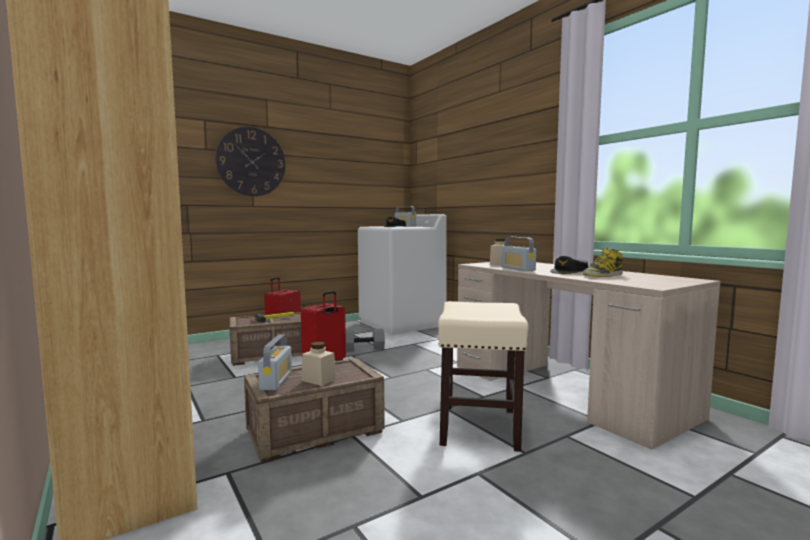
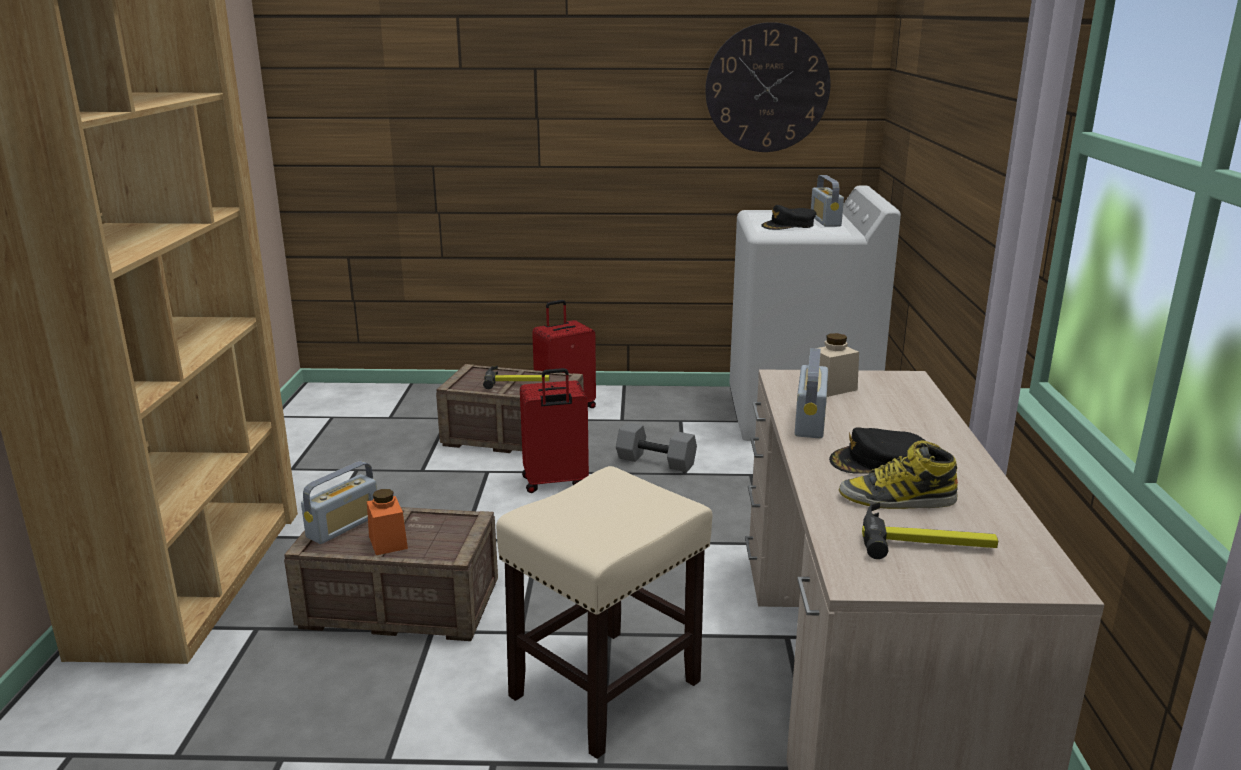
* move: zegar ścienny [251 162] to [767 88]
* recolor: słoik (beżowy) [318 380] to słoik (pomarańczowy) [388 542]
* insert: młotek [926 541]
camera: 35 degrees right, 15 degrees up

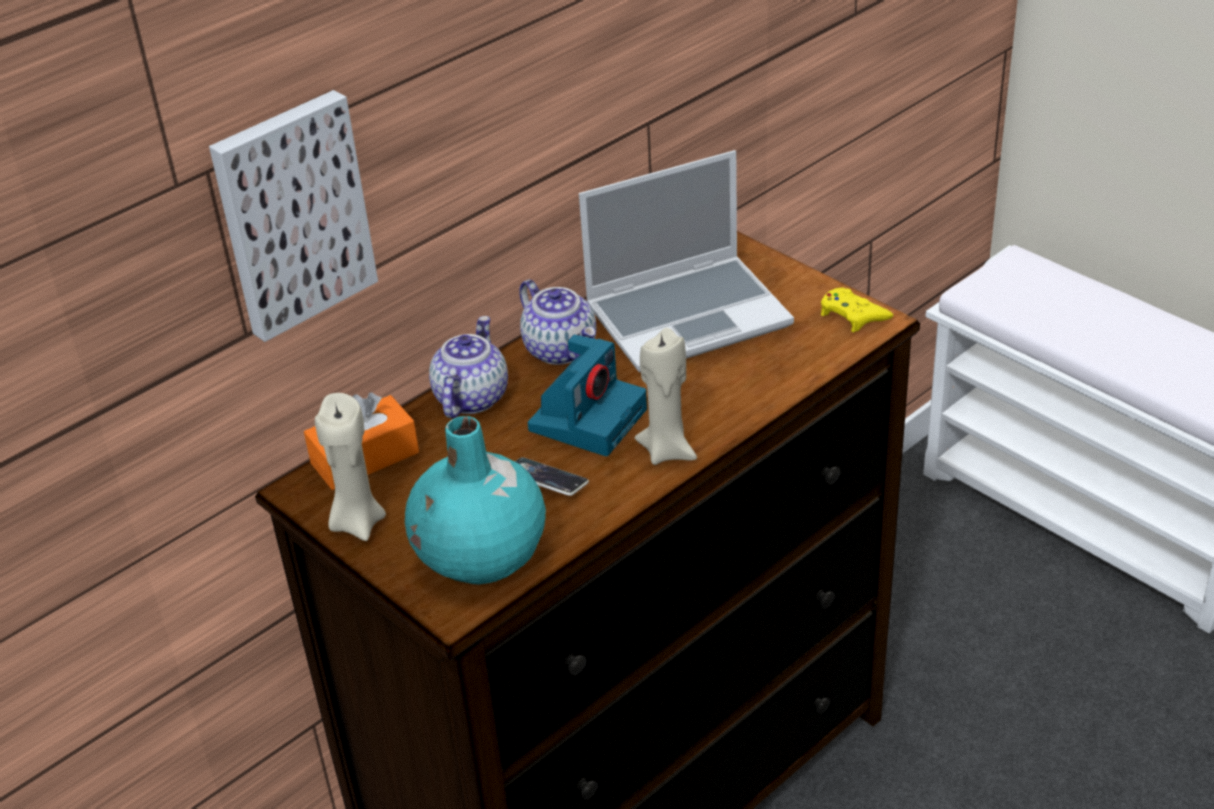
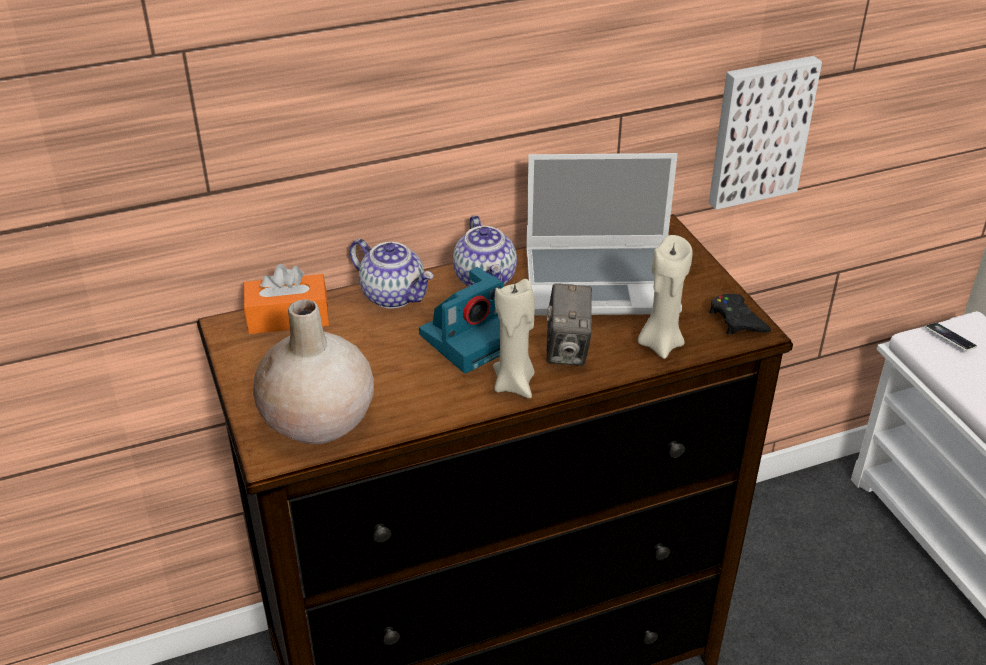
* move: obraz [291 213] to [759 131]
* move: świeca (beżowy) [357 523] to [660 344]
* recolor: wazon (turkusowy) [481 557] to wazon (beżowy) [318 421]
* rotate: imbryk [470 397] = [394 295] 90 degrees clockwise
* move: telefon [546 481] to [950 339]
* recolor: pad do gier (żółty) [852 315] to pad do gier (czarny) [737 320]
* insert: aparat fotograficzny [567 350]
camera: 20 degrees right, 0 degrees up

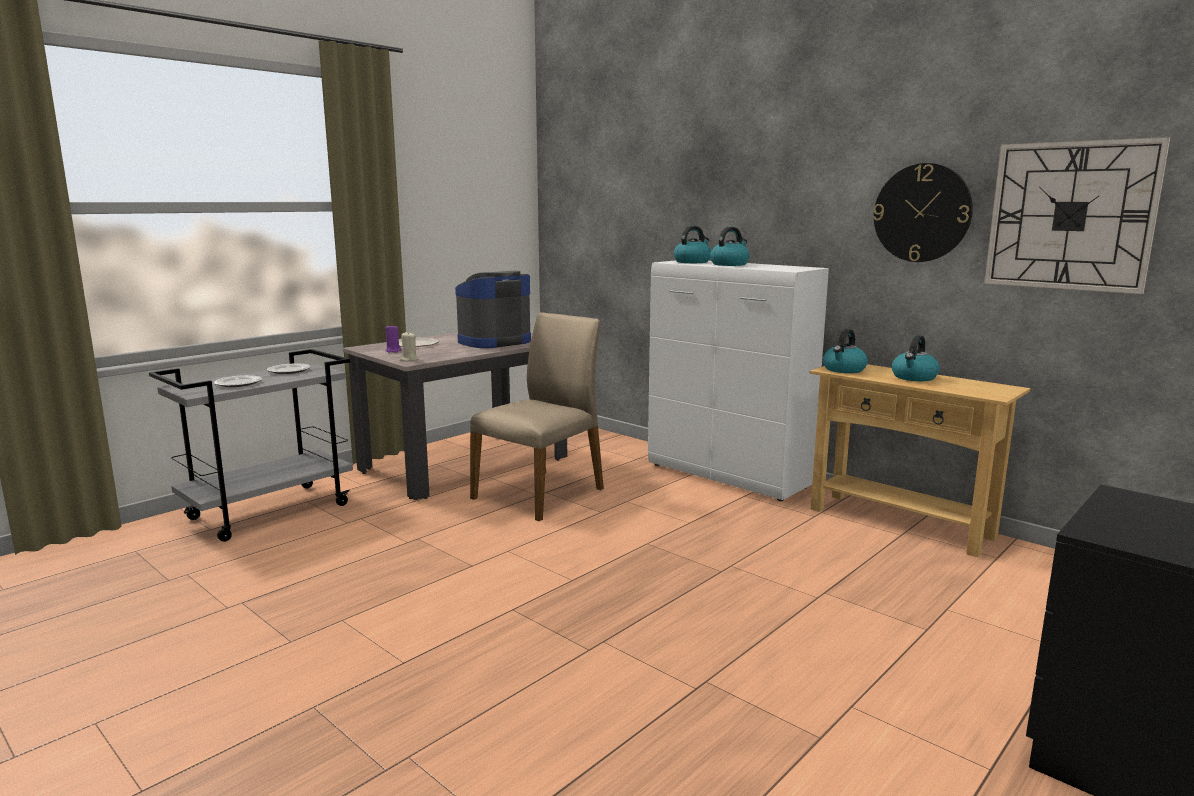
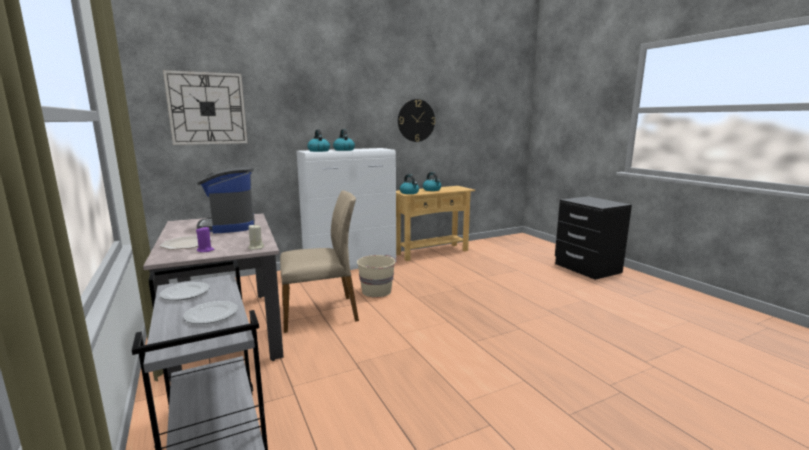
* rotate: krzesło (beżowy) [540 493] = [320 312] 105 degrees clockwise
* move: zegar ścienny [1070 216] to [207 108]
* insert: wiadro (beżowy) [377 291]
camera: 70 degrees left, 0 degrees up

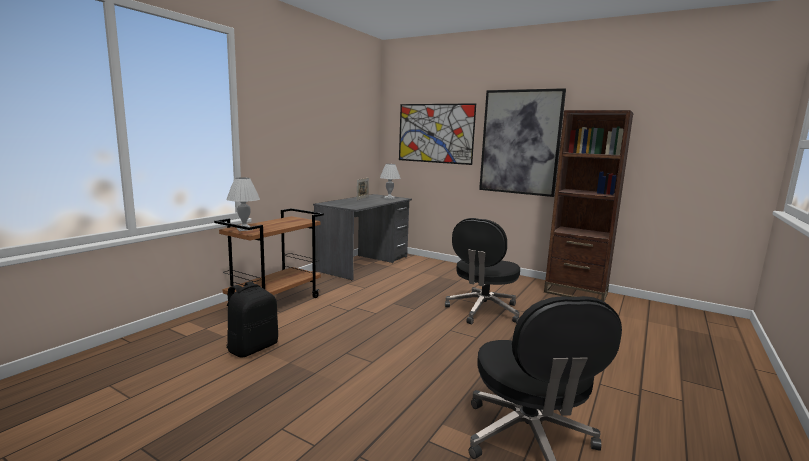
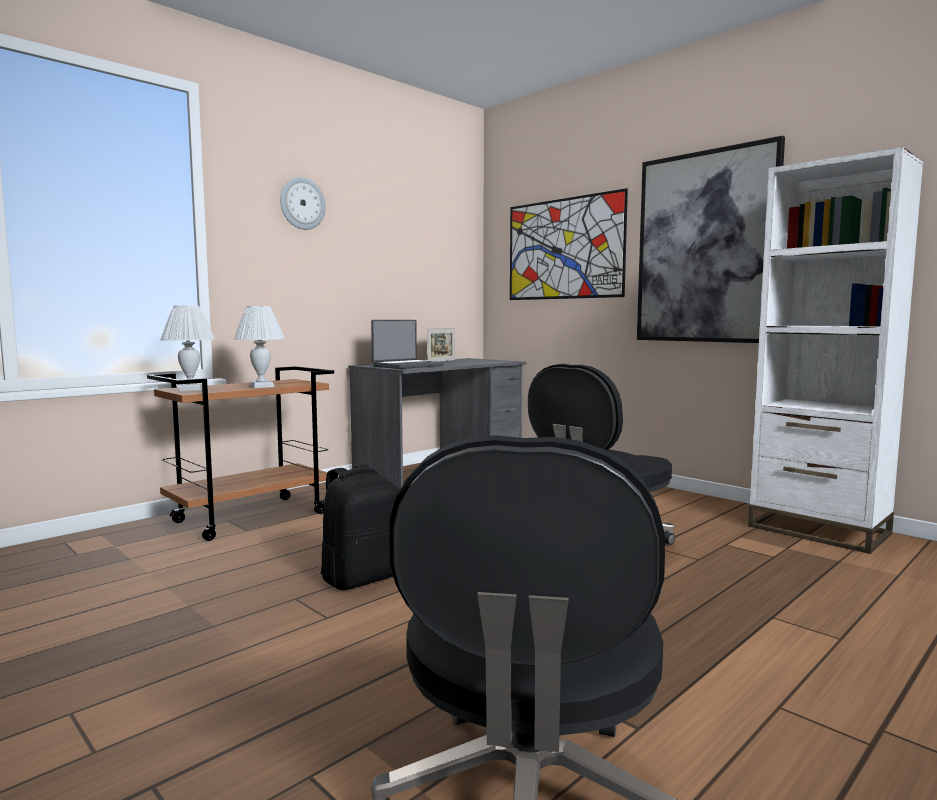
* move: plecak (czarny) [252 348] to [363 578]
* move: lampa stołowa (biały) [389 198] to [261 386]
* recolor: regał (brązowy) [576 292] to regał (biały) [818 530]
* insert: zegar ścienny [302 204]
* insert: laptop [407 366]
camera: 15 degrees right, 5 degrees down

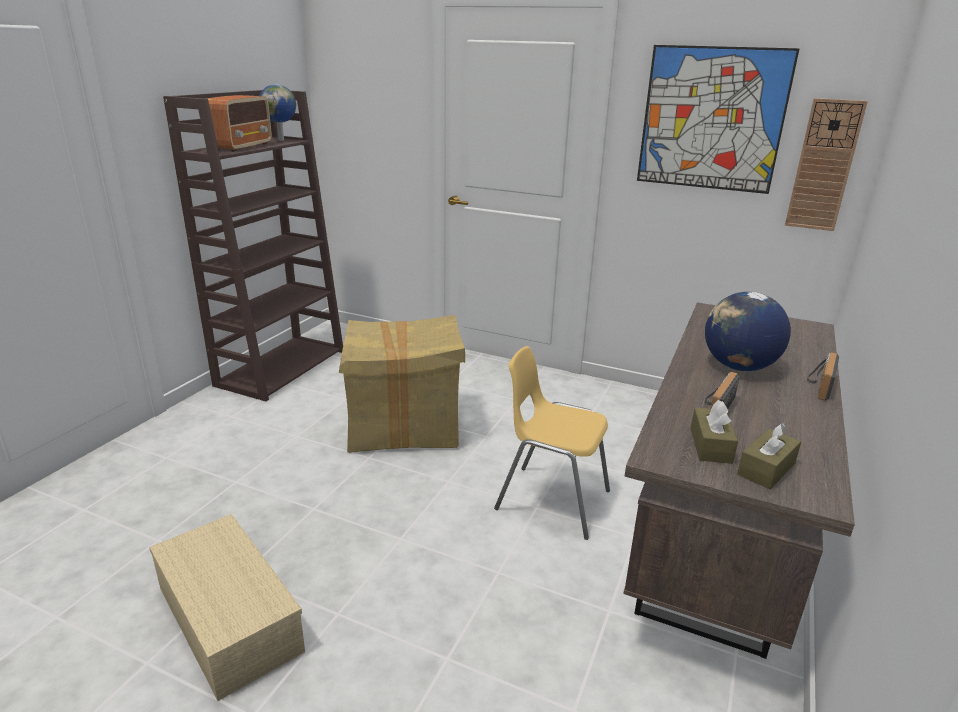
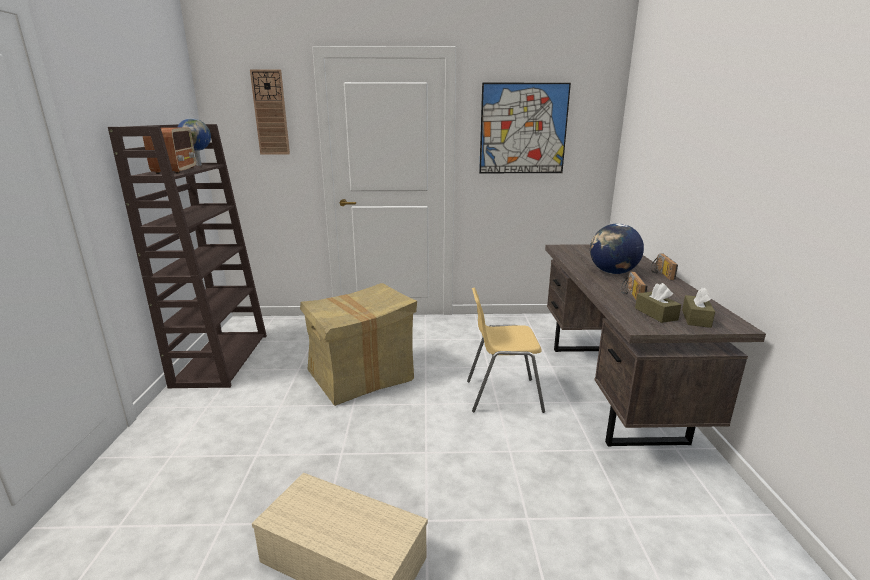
* move: zegar ścienny [823 166] to [270 113]
camera: 25 degrees left, 5 degrees down

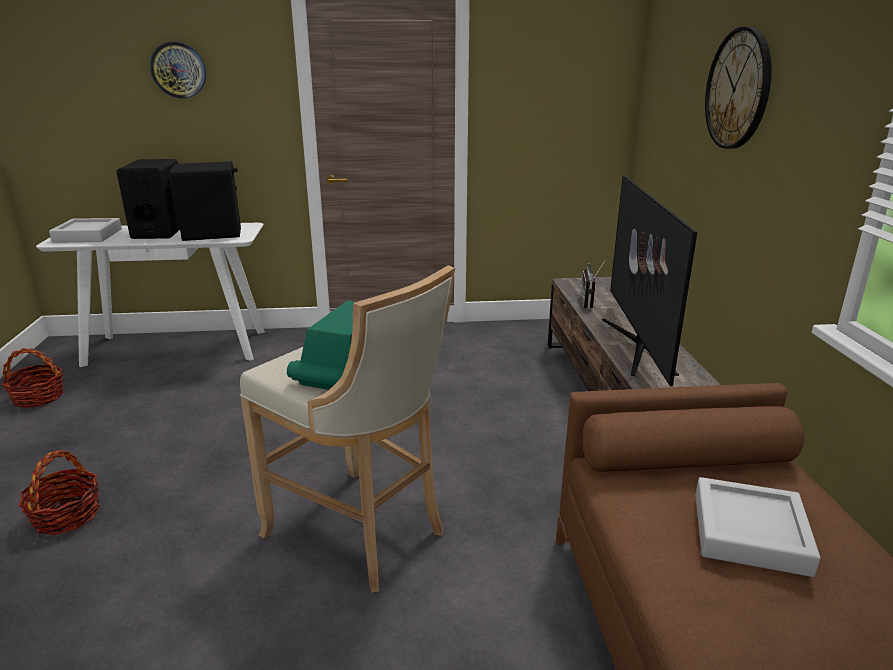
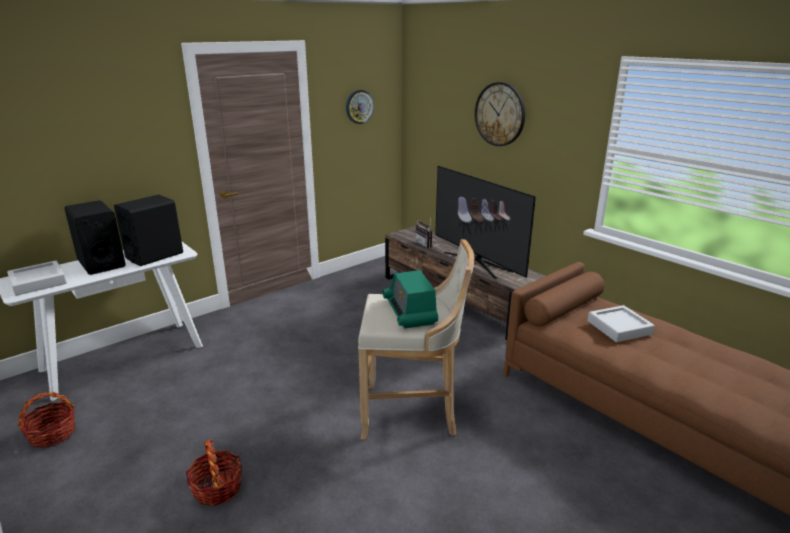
* move: zegar ścienny [178 70] to [359 106]
camera: 35 degrees left, 0 degrees up

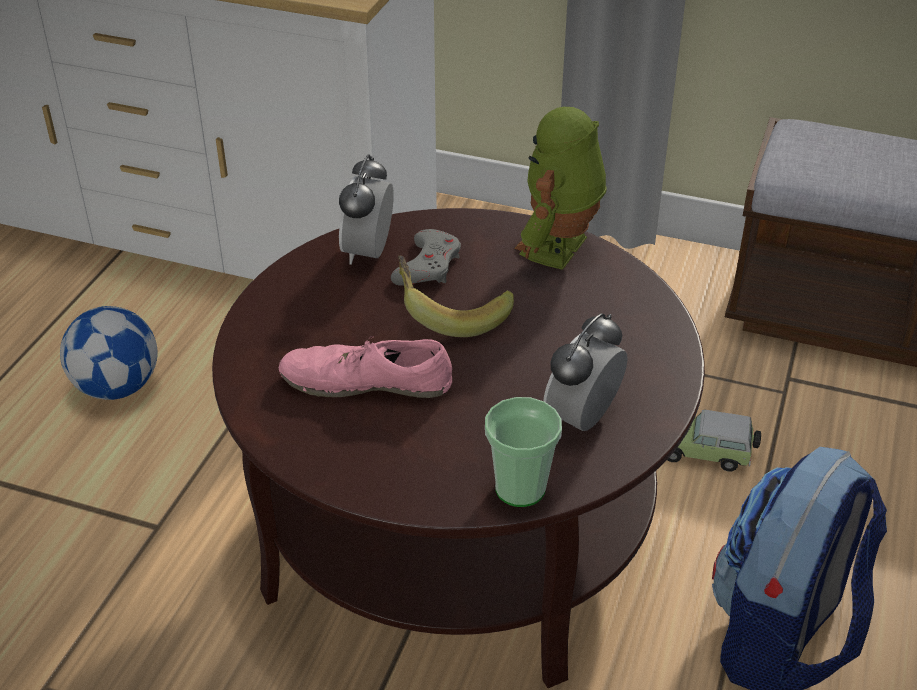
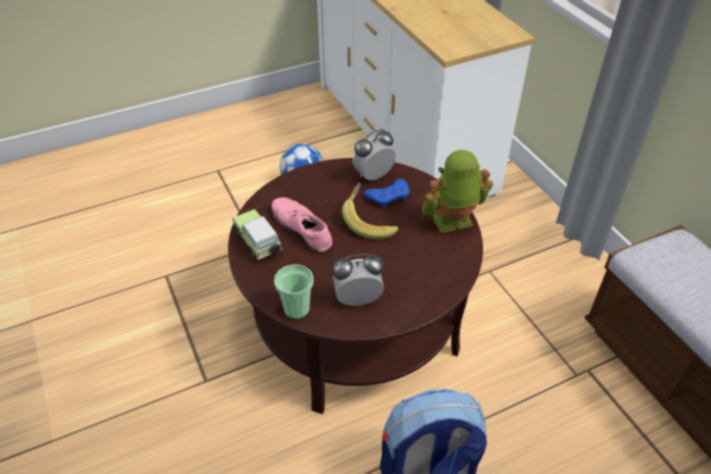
* recolor: pad do gier (szary) [428 266] to pad do gier (niebieski) [388 196]
* move: samochodzik [706 453] to [258 243]
camera: 45 degrees right, 5 degrees up

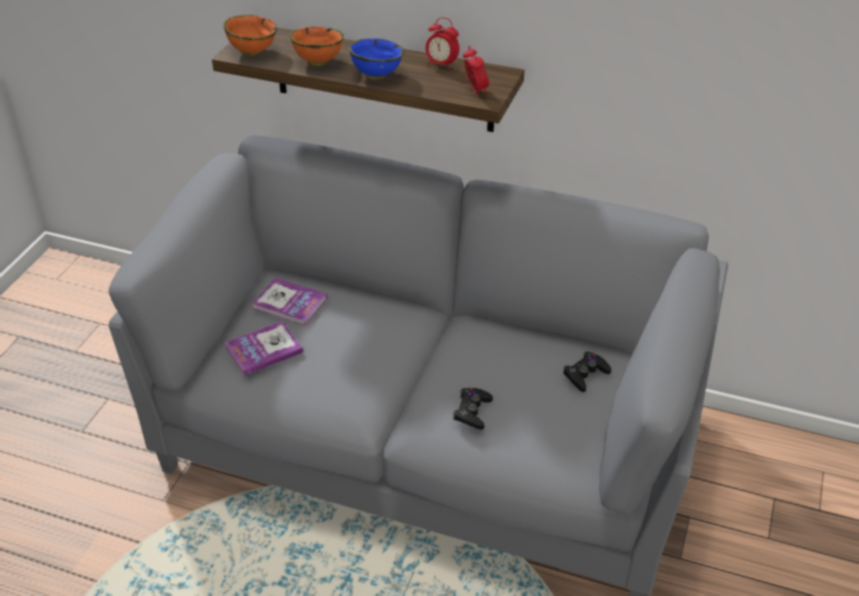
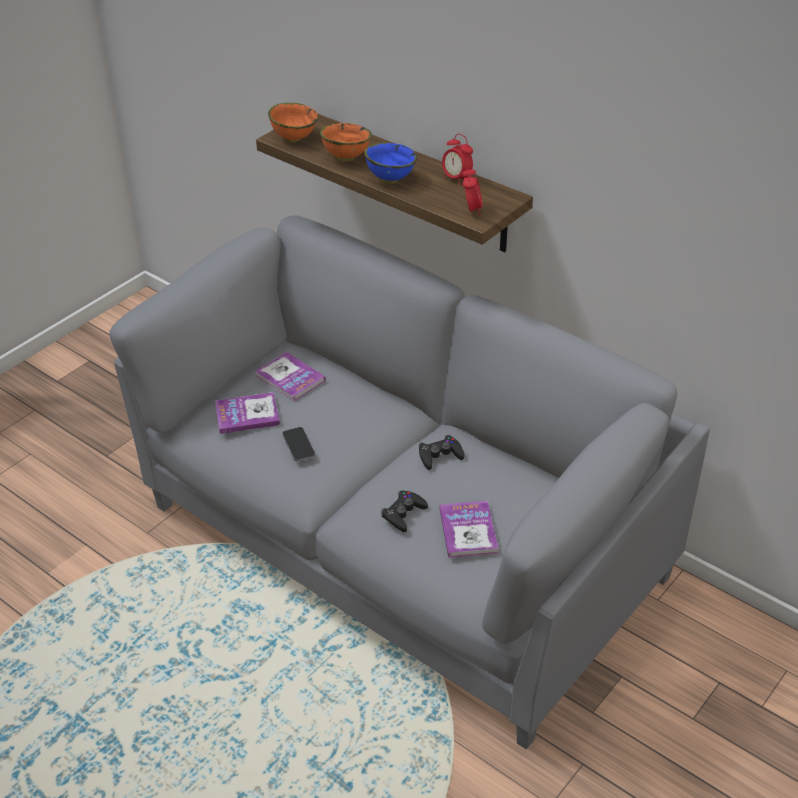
* move: pad do gier (czarny) [585 375] to [440 456]
* insert: telefon [298 445]
* insert: książka [468 530]
camera: 20 degrees right, 0 degrees up

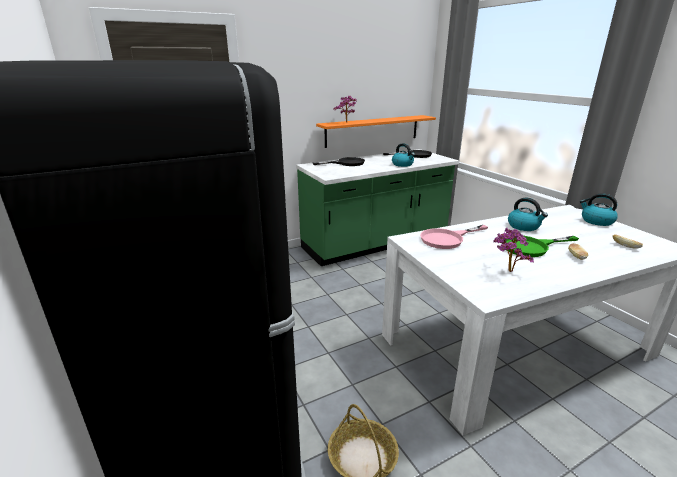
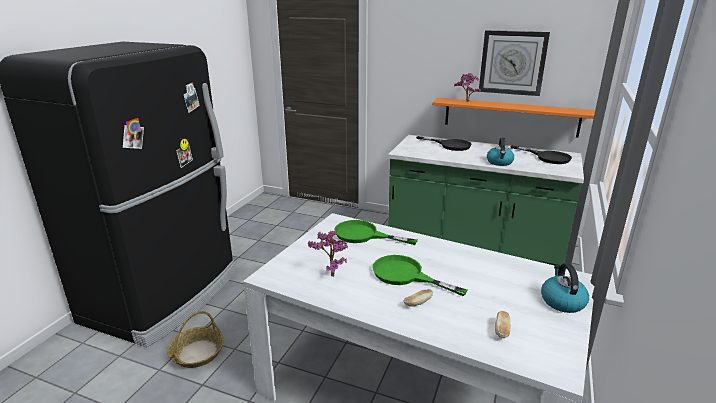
* recolor: patelnia (różowy) [447 239] to patelnia (zielony) [363 235]
* delete: czajnik [524 226]
* insert: zegar ścienny [512 63]
camera: 50 degrees right, 0 degrees up

